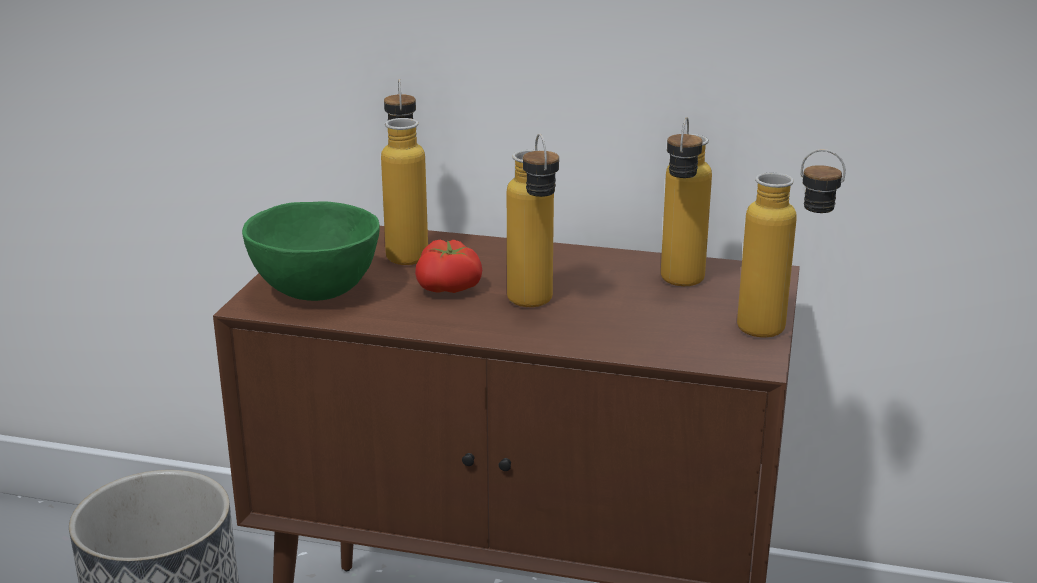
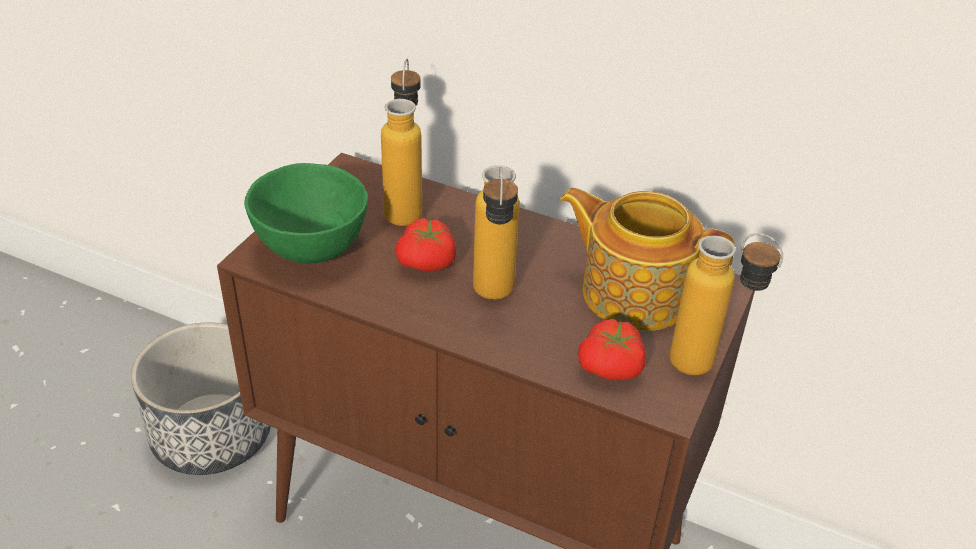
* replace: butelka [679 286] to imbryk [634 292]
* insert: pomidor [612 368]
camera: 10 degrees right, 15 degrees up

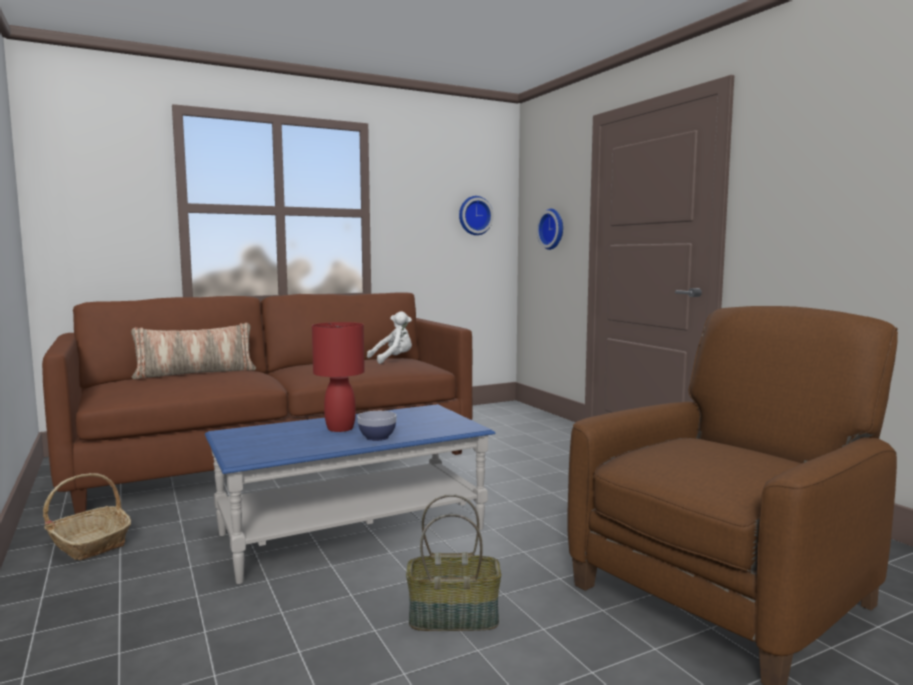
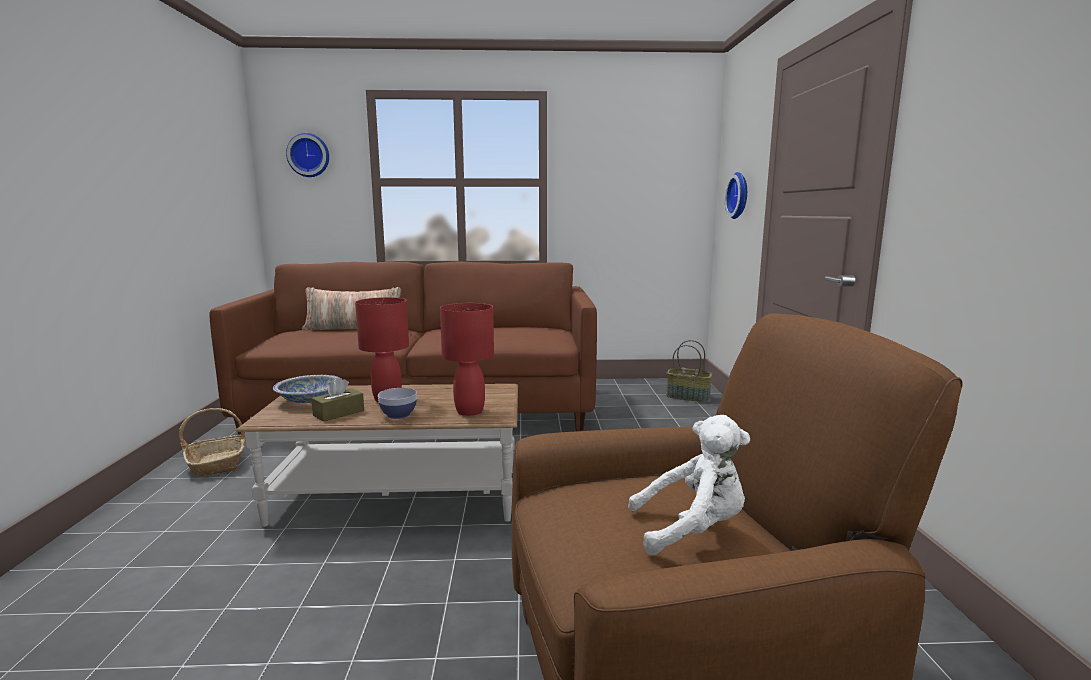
* recolor: ława (niebieski) [352 531] to ława (brązowy) [398 496]
* move: pluszak (biały) [393 360] to [692 530]
* move: koszyk [454 617] to [688 396]
* move: zegar ścienny [474 215] to [309 155]
* insert: miska [309 400]
* insert: pudełko chusteczek (brązowy) [339 413]
* insert: lampa stołowa (czerwony) [469 411]
camera: 25 degrees right, 5 degrees up

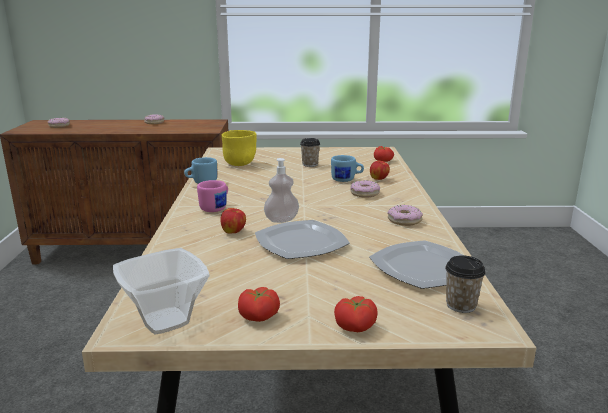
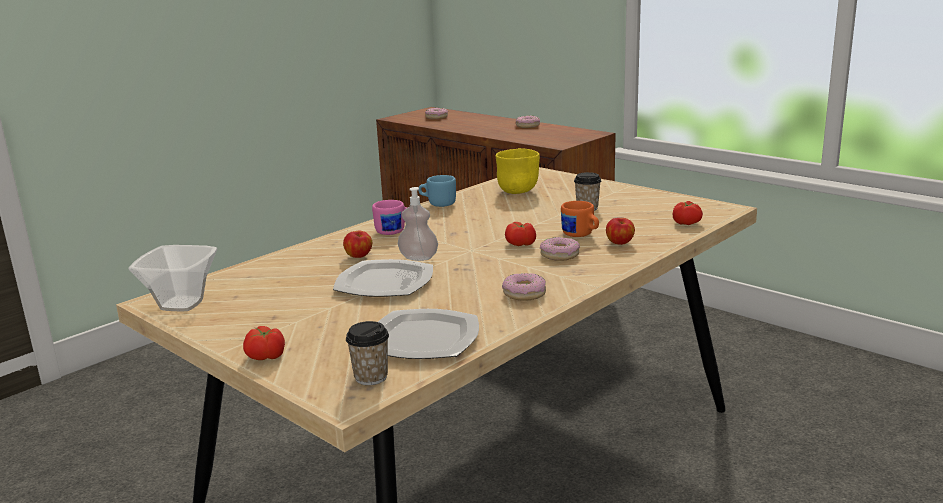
* move: pomidor [259 316] to [520 244]
* recolor: kubek (niebieski) [346 180] to kubek (pomarańczowy) [580 235]
camera: 45 degrees right, 0 degrees up

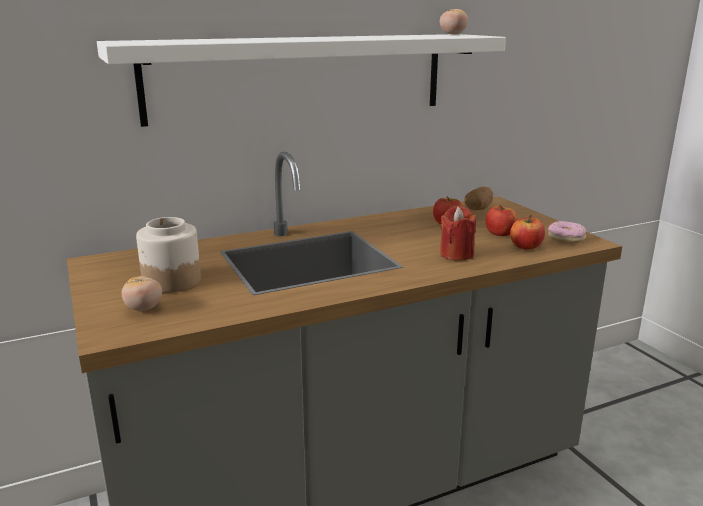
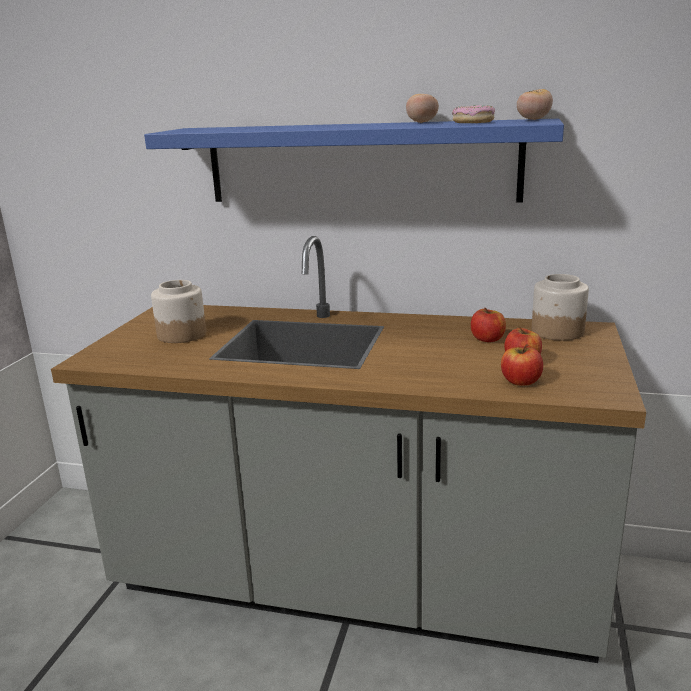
* recolor: półka (biały) [300 76] to półka (niebieski) [360 163]
* move: pomidor [144 308] to [422 122]
* delete: świeca (czerwony) [456 254]
* replace: ziemniak [479 209] to słoik [556 331]
* move: donut [566 238] to [473 122]
camera: 40 degrees right, 0 degrees up

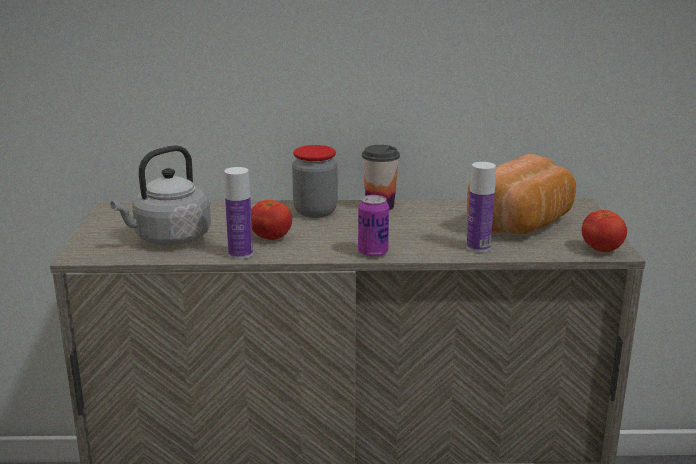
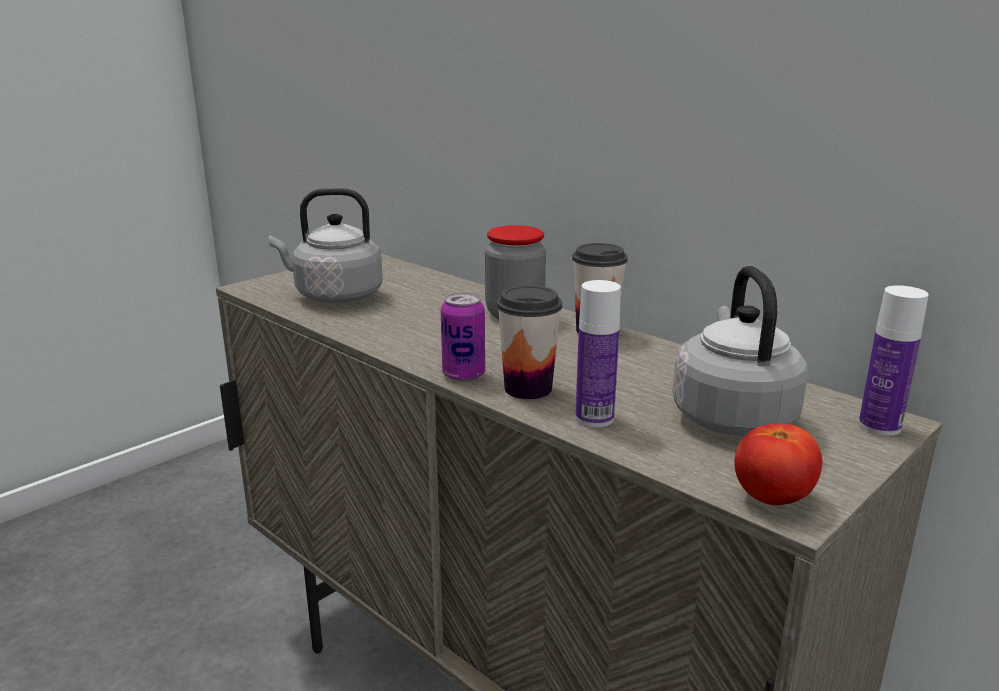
* move: butelka [240 254] to [879 426]
* delete: pomidor [271 238]
* replace: chleb [524 224] to czajnik (szary) [731 416]
* insert: filiżanka [528 389]
camera: 45 degrees right, 0 degrees up

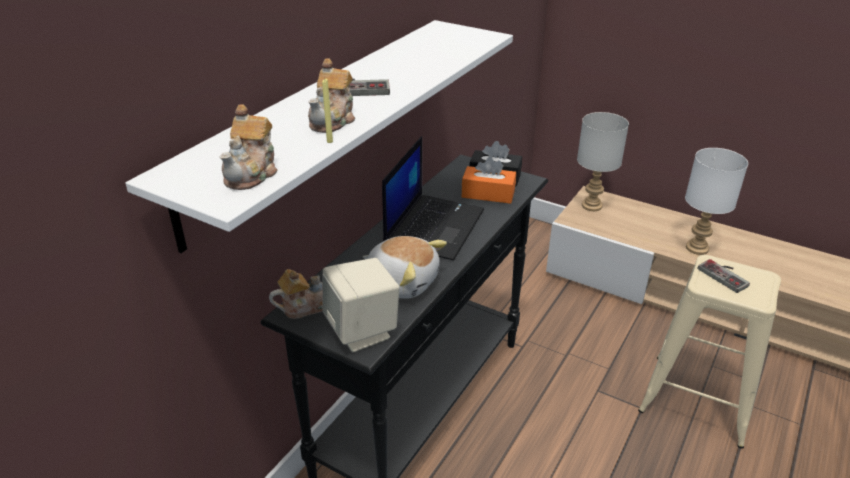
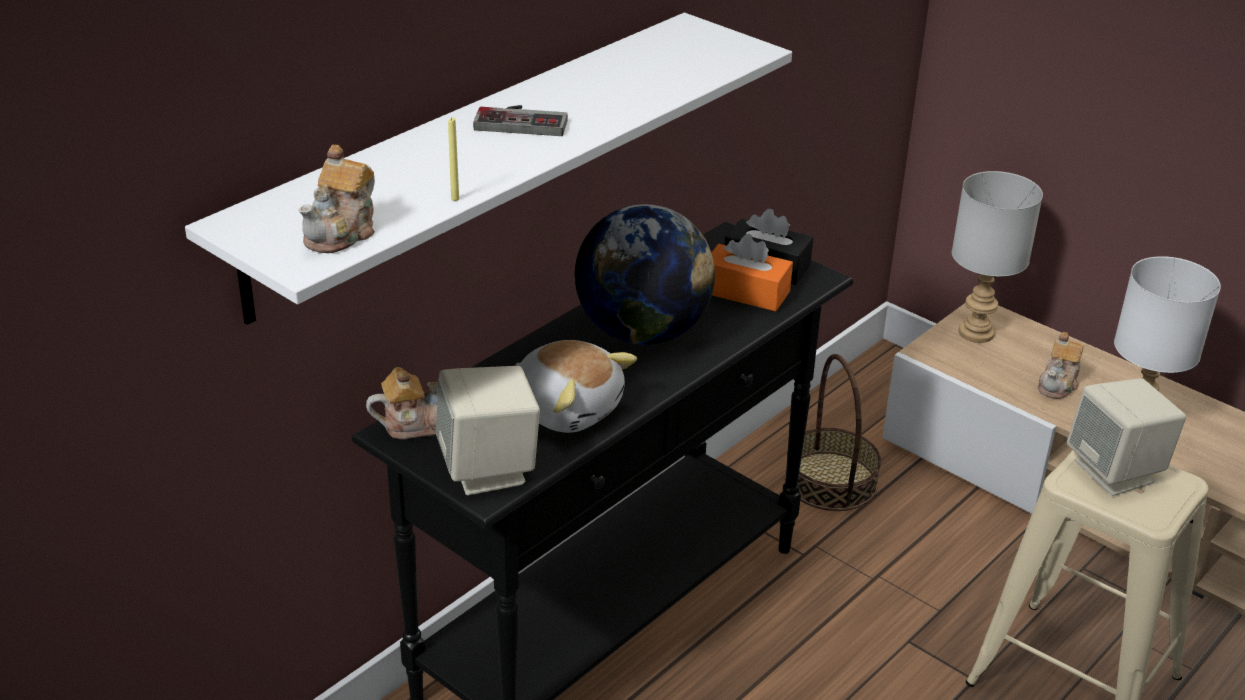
* move: imbryk [333 120] to [1058 384]
* replace: laptop [434 226] to globus [642 332]
* replace: pad do gier [726 275] to głośnik (beżowy) [1115 472]
* insert: koszyk [831 481]
camera: 10 degrees right, 0 degrees up

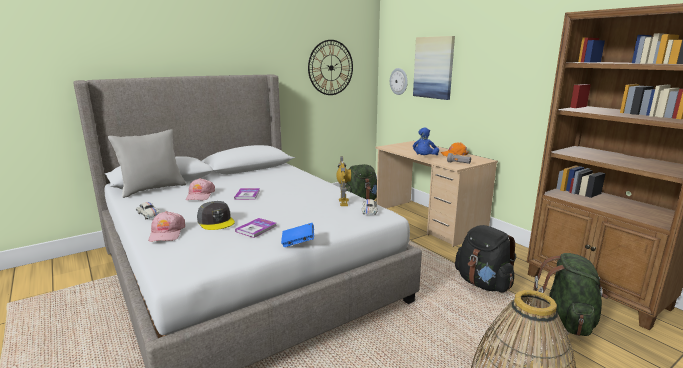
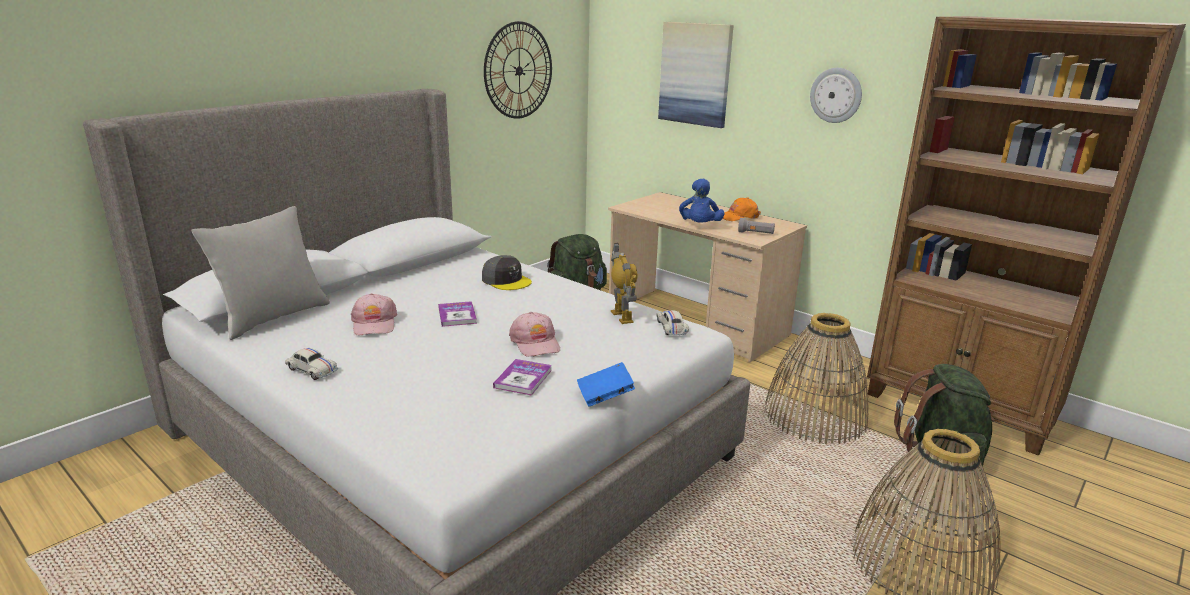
* move: czapka z daszkiem (różowy) [167 233] to [535 343]
* move: czapka z daszkiem (szary) [216 221] to [506 280]
* move: zegar ścienny [399 81] to [836 95]
* replace: plecak (czarny) [483 284] to koszyk [815 416]
camera: 15 degrees left, 5 degrees up

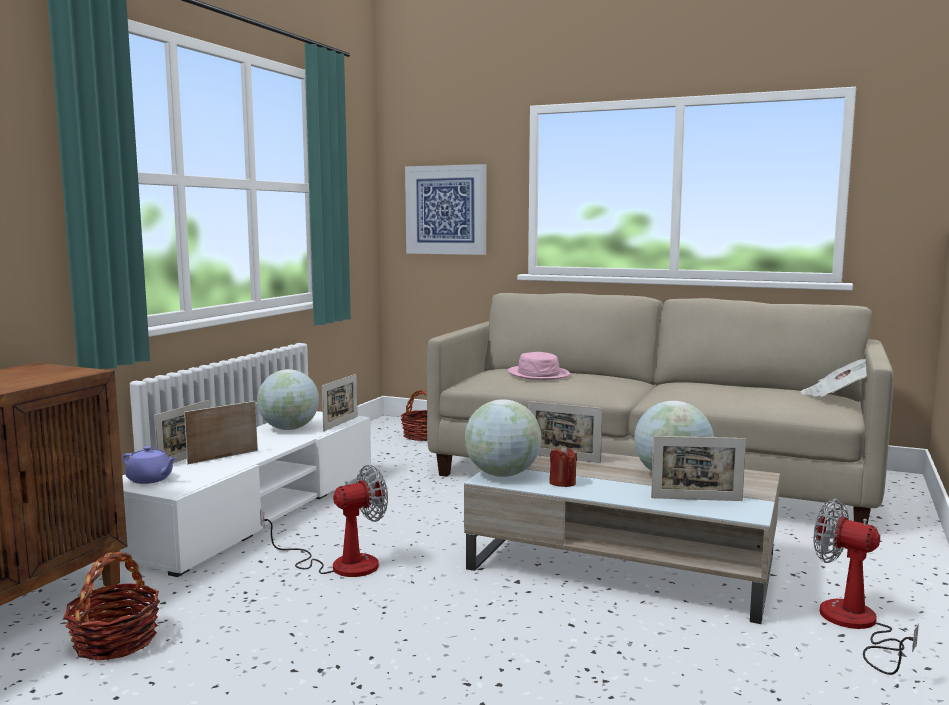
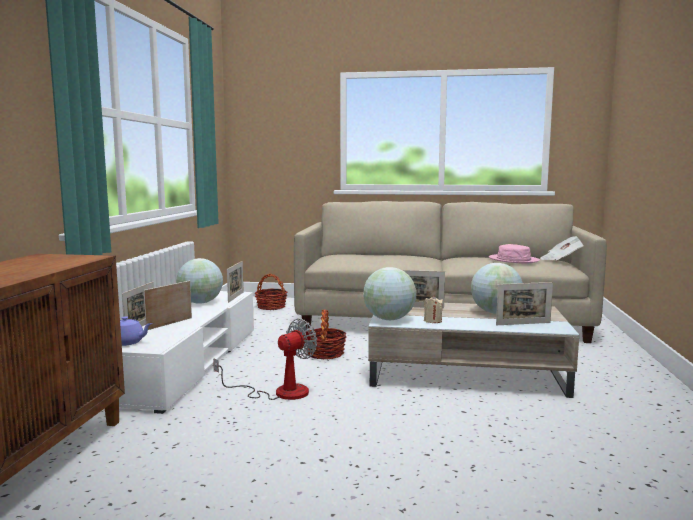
* move: koszyk [115 641] to [325 353]
* delete: obraz [446 210]
* move: kapelusz (różowy) [538 374] to [513 260]
* recolor: świeca (czerwony) [562 483] to świeca (beżowy) [432 321]
* delete: wentylator [856 626]
camera: 15 degrees left, 0 degrees up

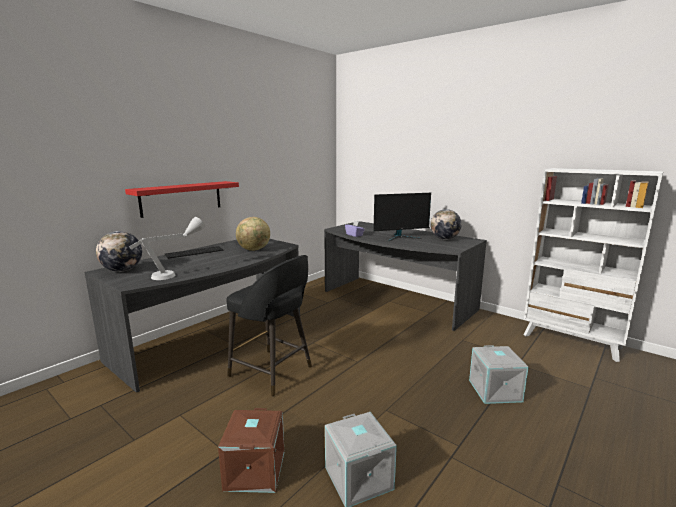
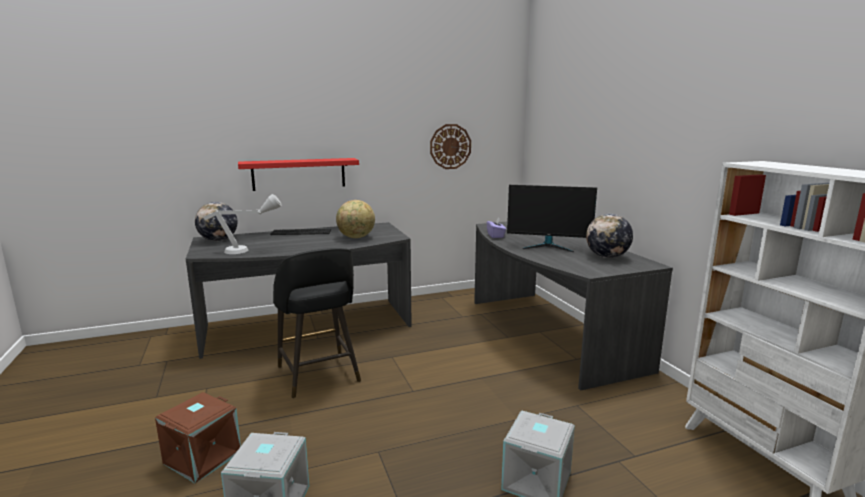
* insert: zegar ścienny [450 146]
camera: 30 degrees right, 0 degrees up

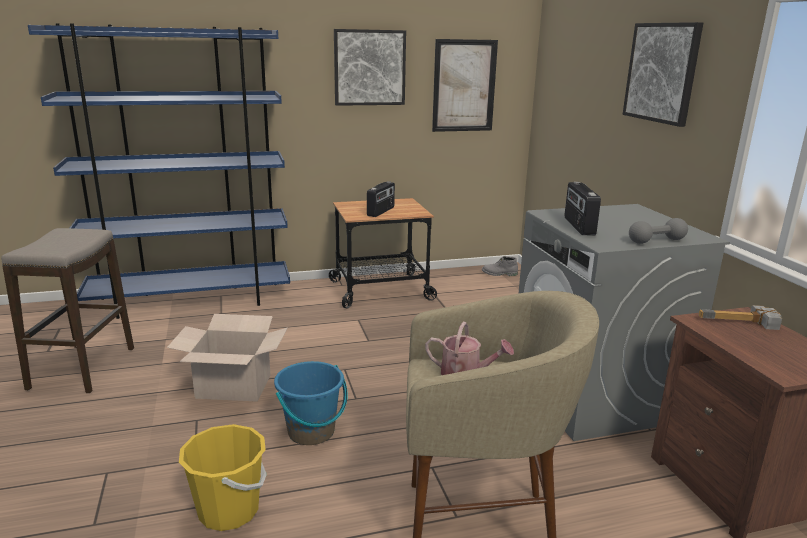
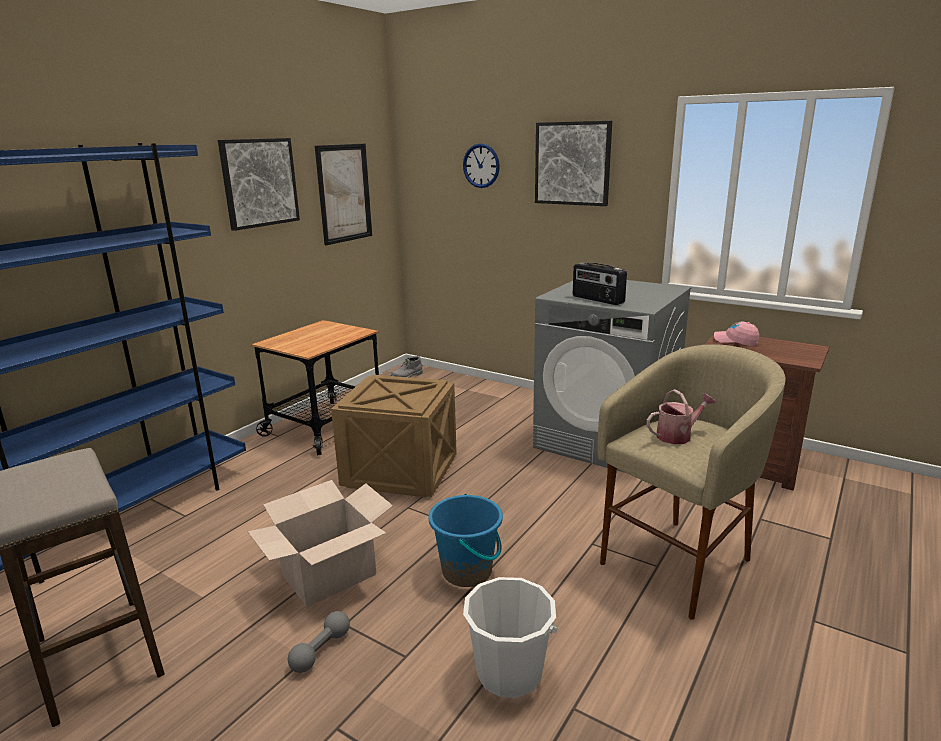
* recolor: wiadro (żółty) [229 510] to wiadro (biały) [509 673]
* delete: radio [381 211]
* move: hantel (szary) [656 241] to [321 650]
* replace: młotek [741 323] to czapka z daszkiem (różowy) [735 341]
* insert: skrzynka [402 471]
* insert: zegar ścienny [481 166]
camera: 40 degrees left, 0 degrees up

